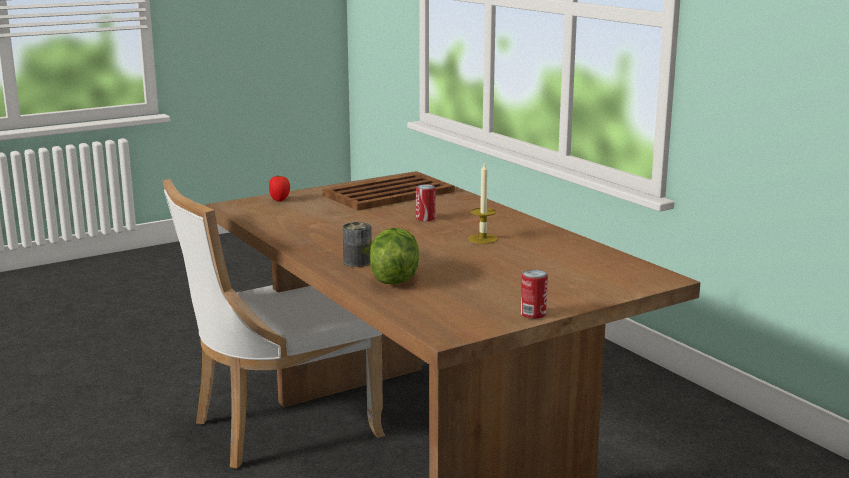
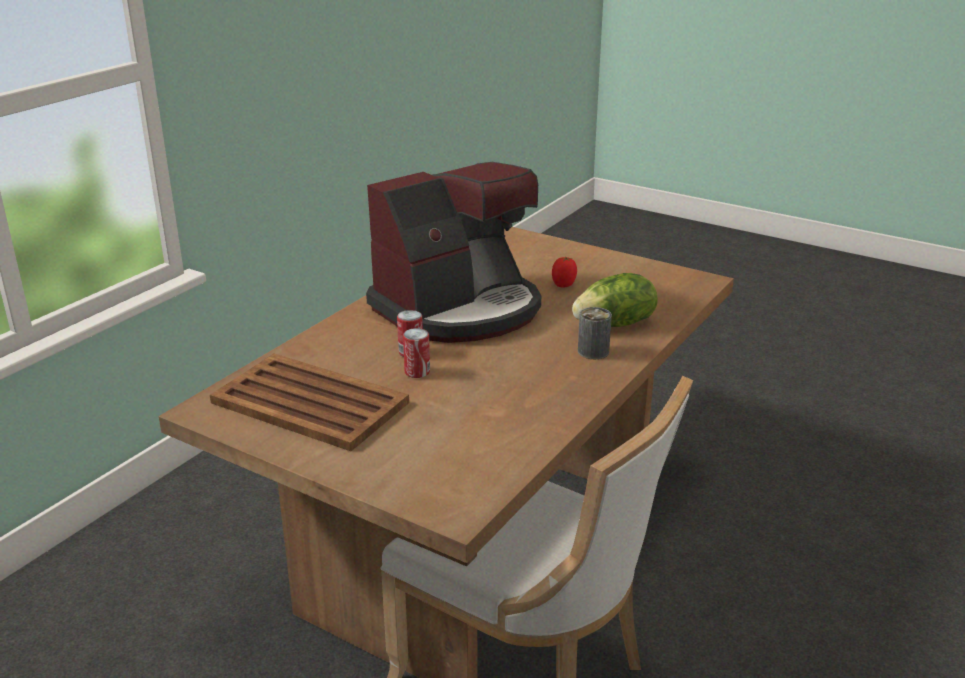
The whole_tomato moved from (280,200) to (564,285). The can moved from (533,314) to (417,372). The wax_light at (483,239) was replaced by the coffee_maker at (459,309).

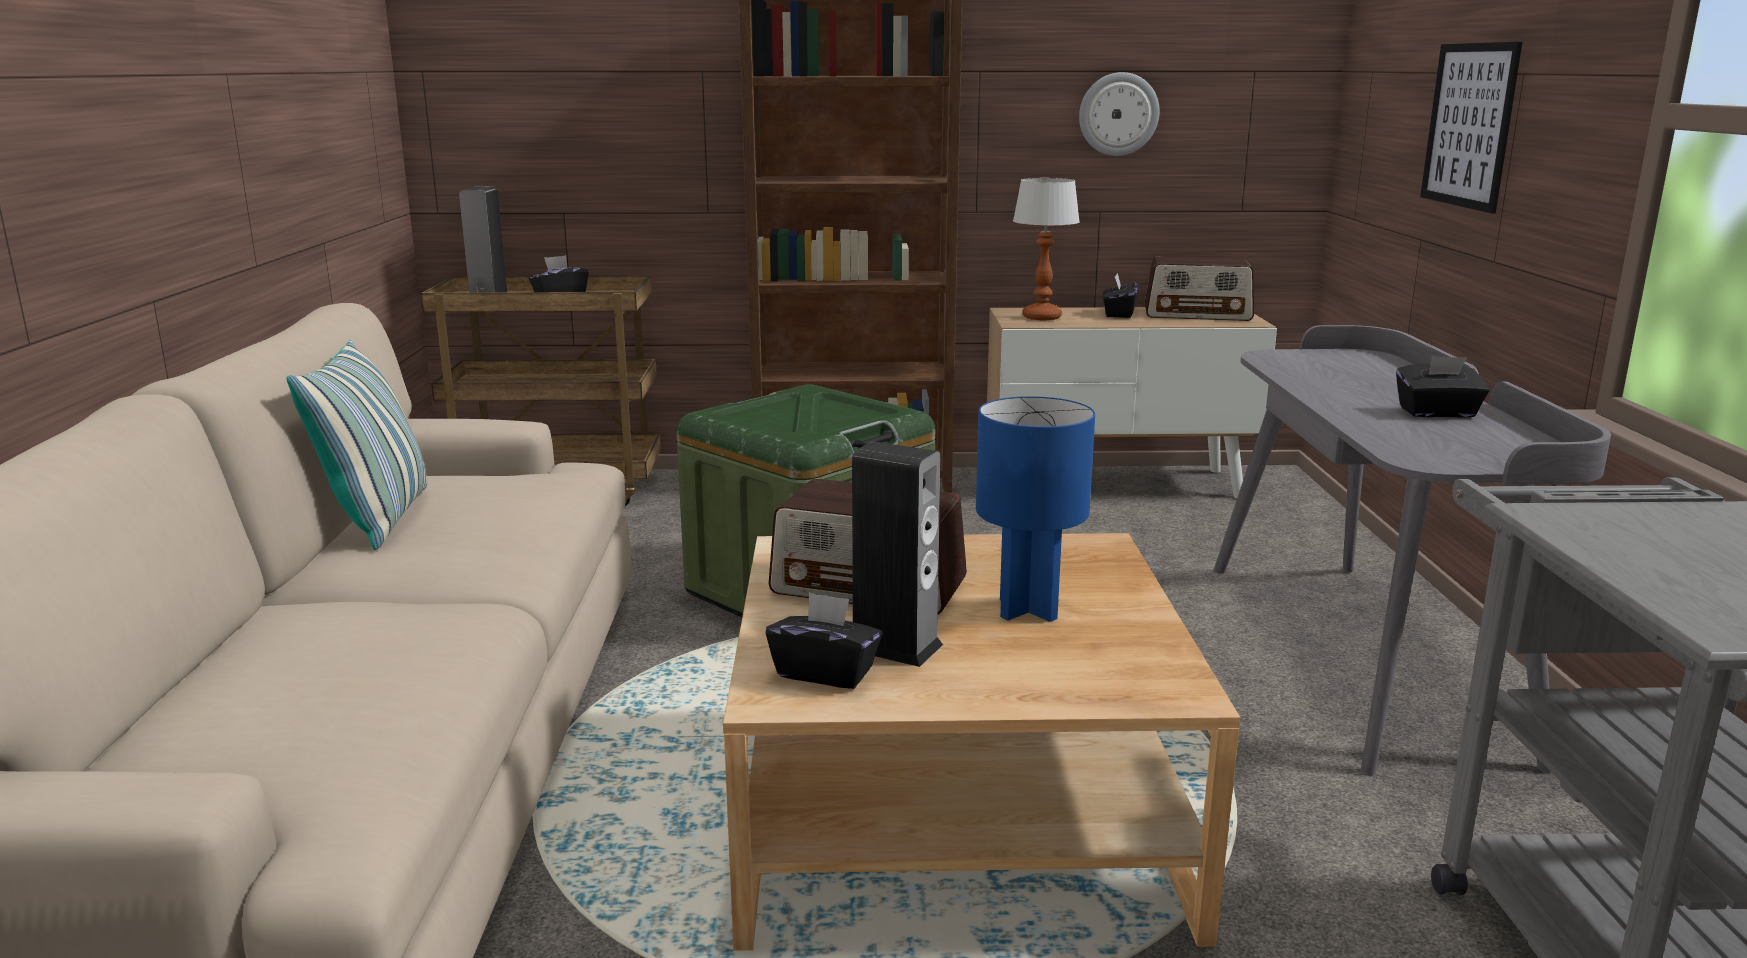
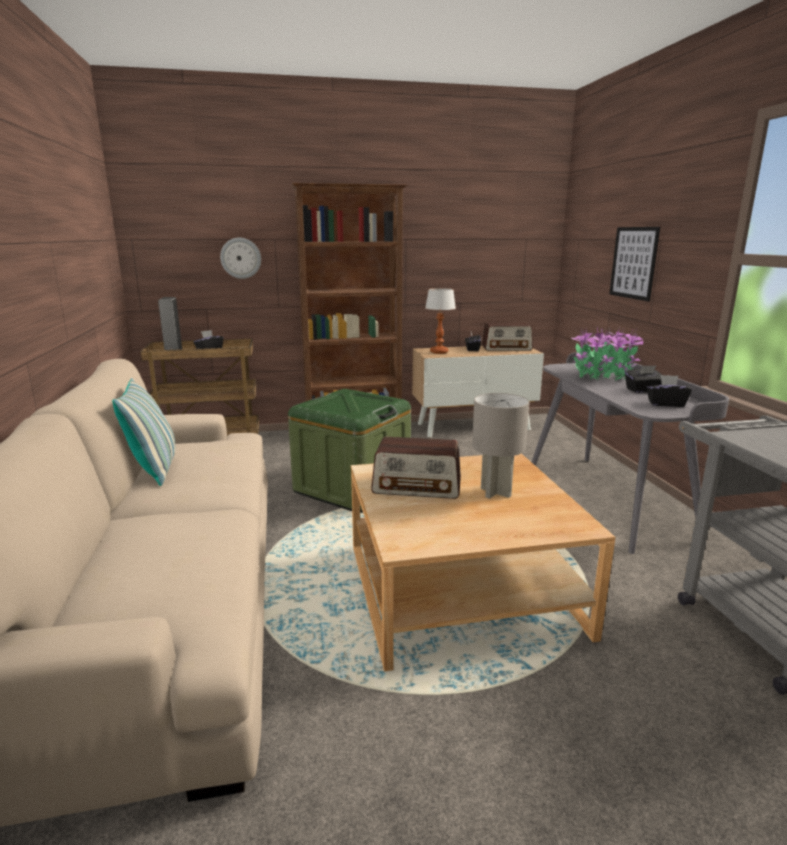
The speaker at (895,647) disappeared. The houseplant at (602,376) appeared. The black-coloured_tissue_box moved from (825,673) to (666,404). The wall_clock moved from (1118,114) to (241,258). The bluish_lamp_for_a_table at (1028,610) became the gray_lamp_for_a_table at (495,492).

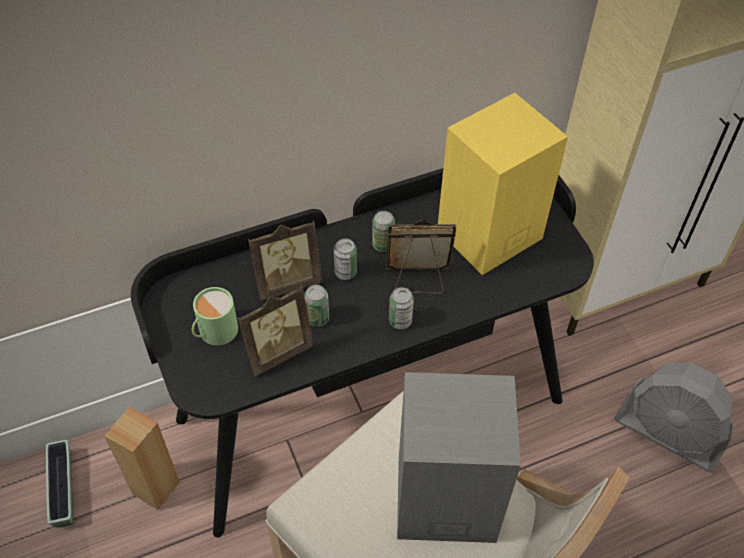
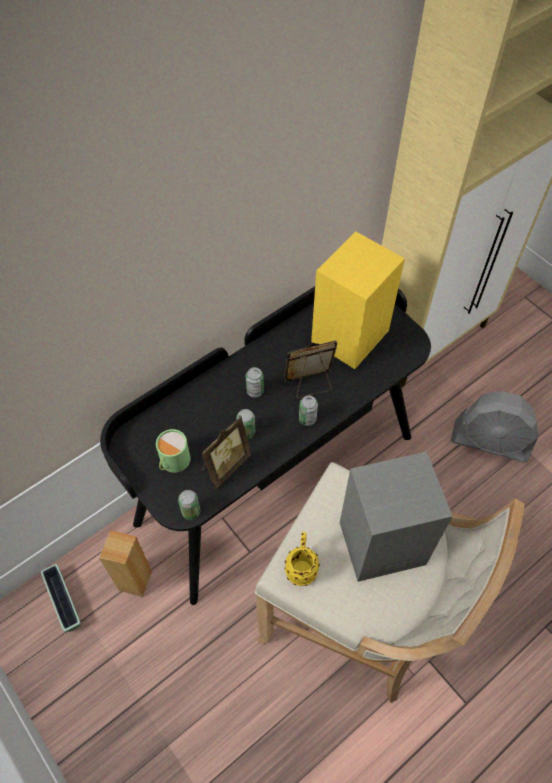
The standing_frame at (287,282) disappeared. The yellow_mug at (301,566) appeared. The can moved from (383,244) to (191,511).

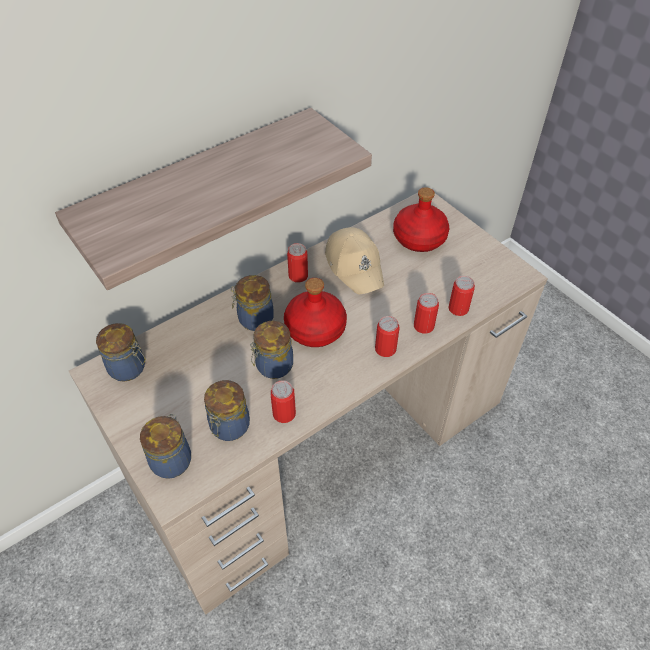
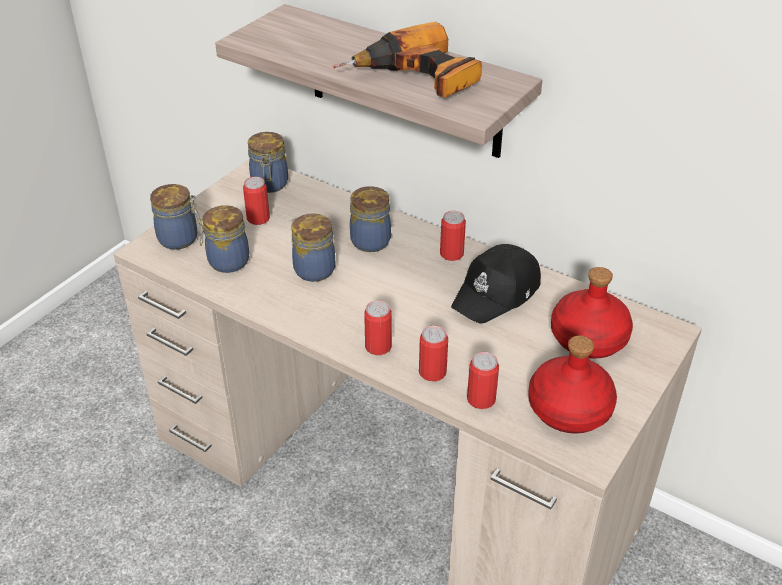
The electric_drill at (416,80) appeared. The can moved from (284,413) to (258,218). The red_drink_bottle moved from (314,329) to (568,409). The beige_cap at (355,266) became the black-coloured_cap at (497,293).

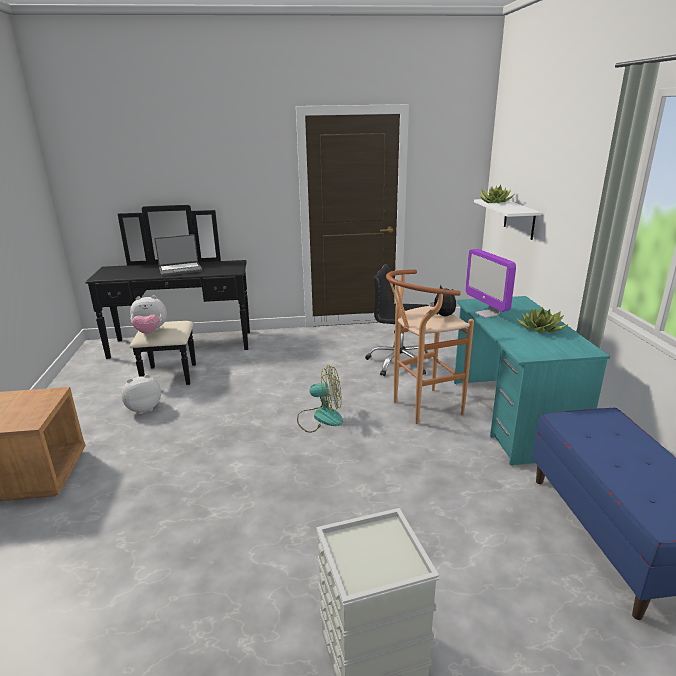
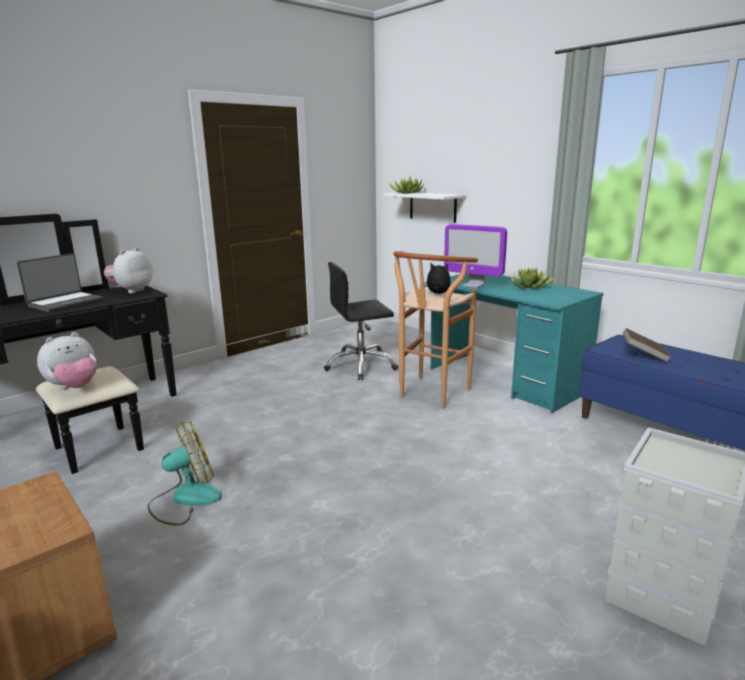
The brown-coloured_book at (644,355) appeared. The cuddly_toy moved from (143,408) to (131,291). The electric_fan moved from (320,417) to (185,499).

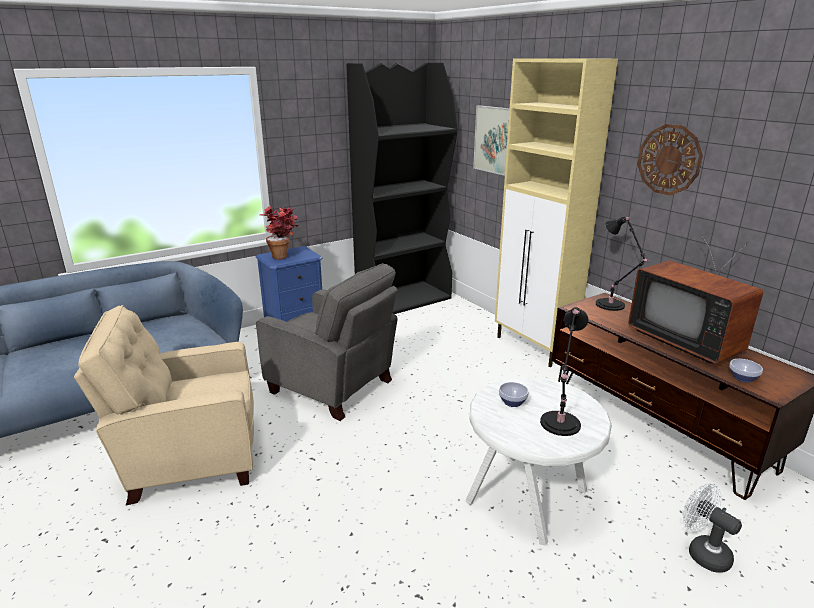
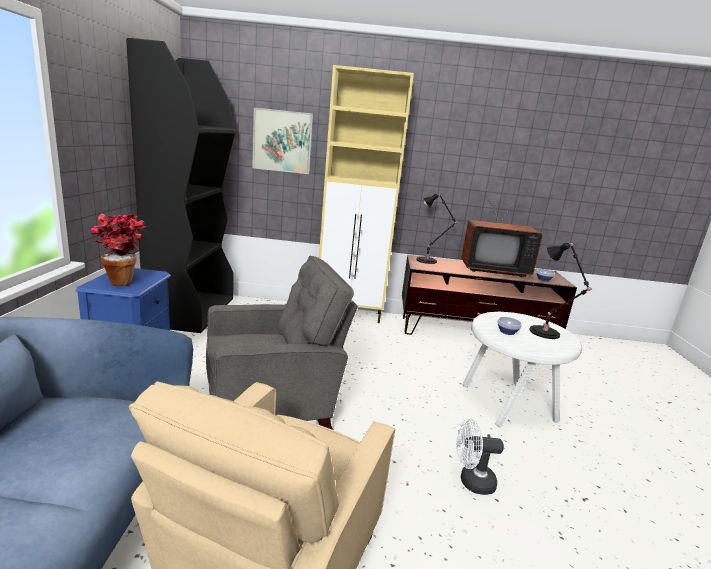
The wall_clock at (669,159) disappeared. The whitish_electric_fan moved from (702,552) to (471,481).

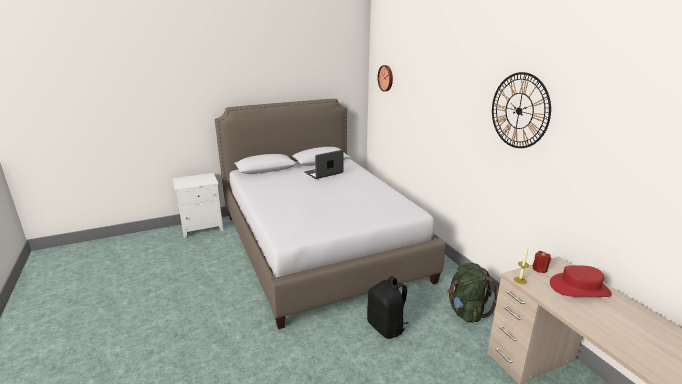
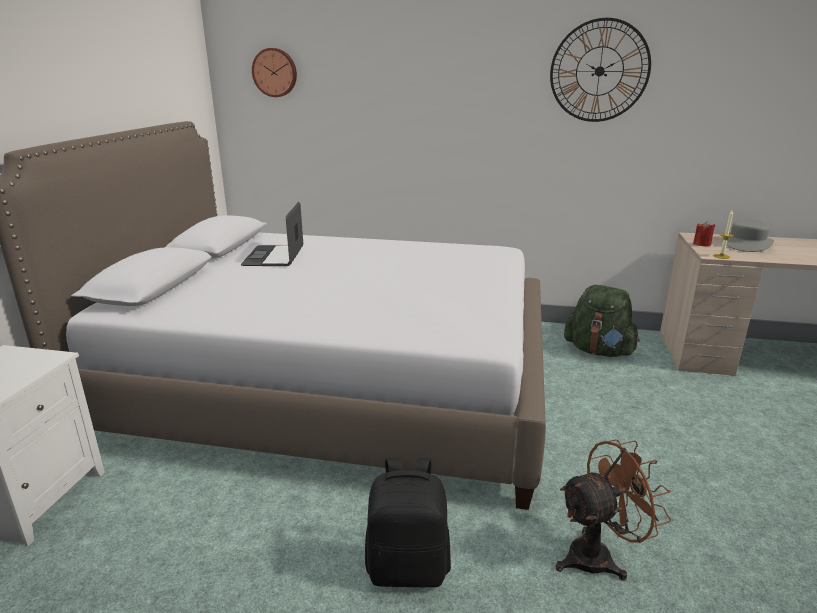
The brown-coloured_electric_fan at (599,556) appeared. The black-coloured_backpack moved from (386,327) to (408,567). The red_hat at (579,288) became the gray_hat at (746,244).

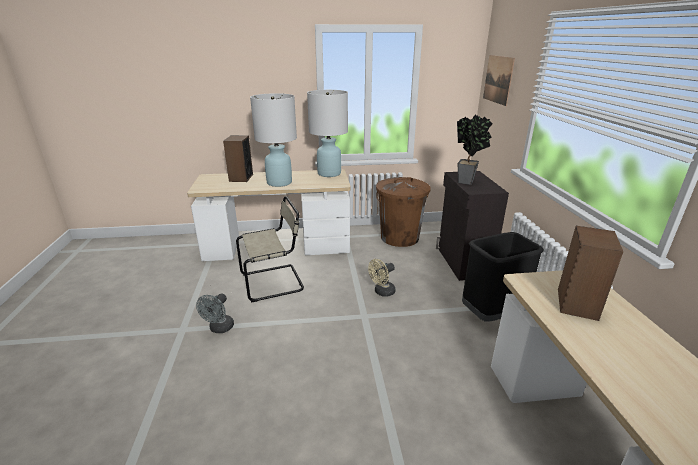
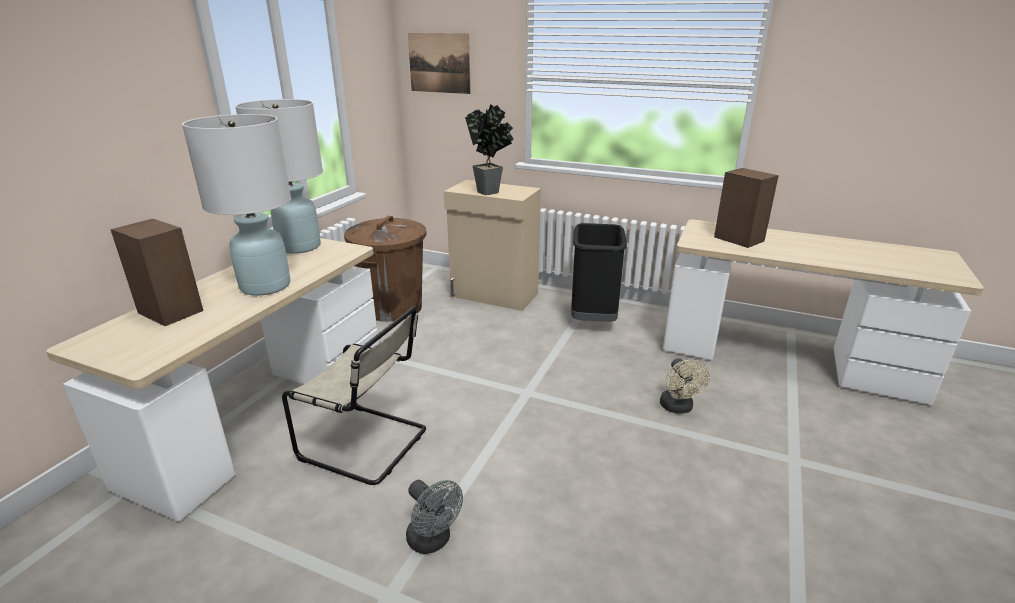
The beige_electric_fan moved from (382,292) to (678,408). The black-coloured_cabinet at (462,263) became the beige_cabinet at (494,295). The beige_chair at (274,282) turned 105 degrees clockwise.

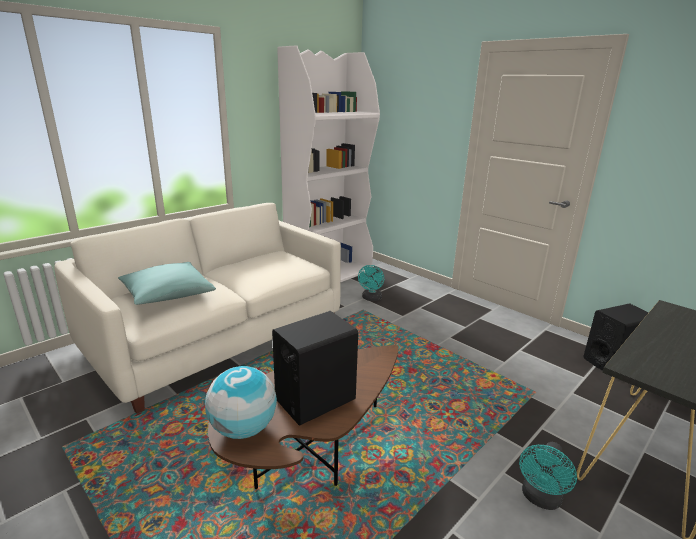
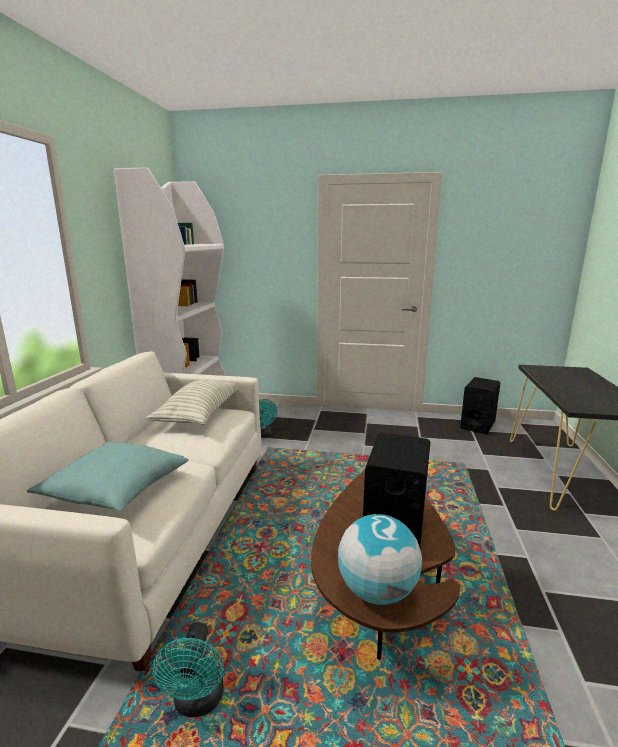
The cushion at (199,415) appeared. The turquoise-coloured_electric_fan moved from (540,499) to (197,702).

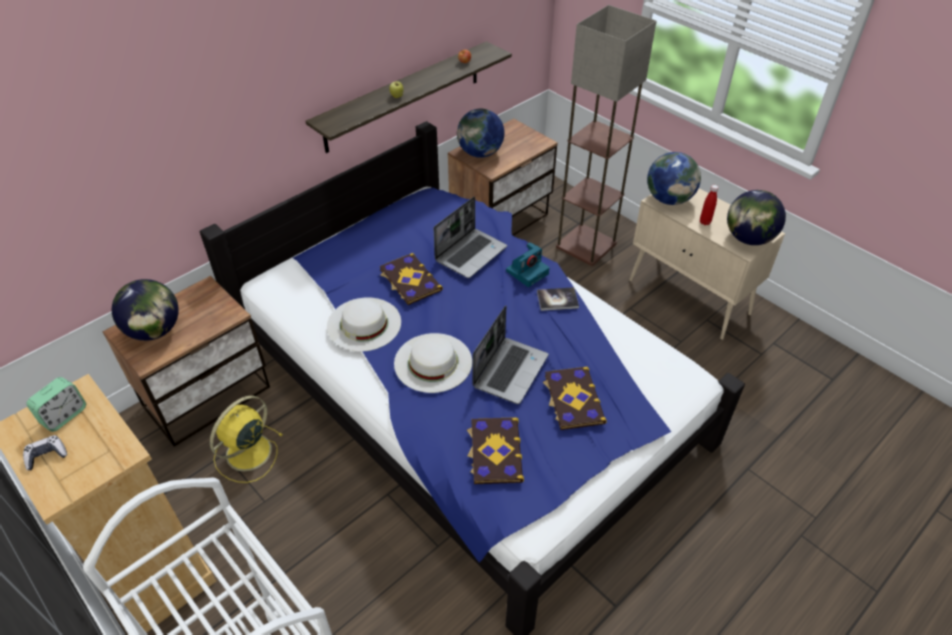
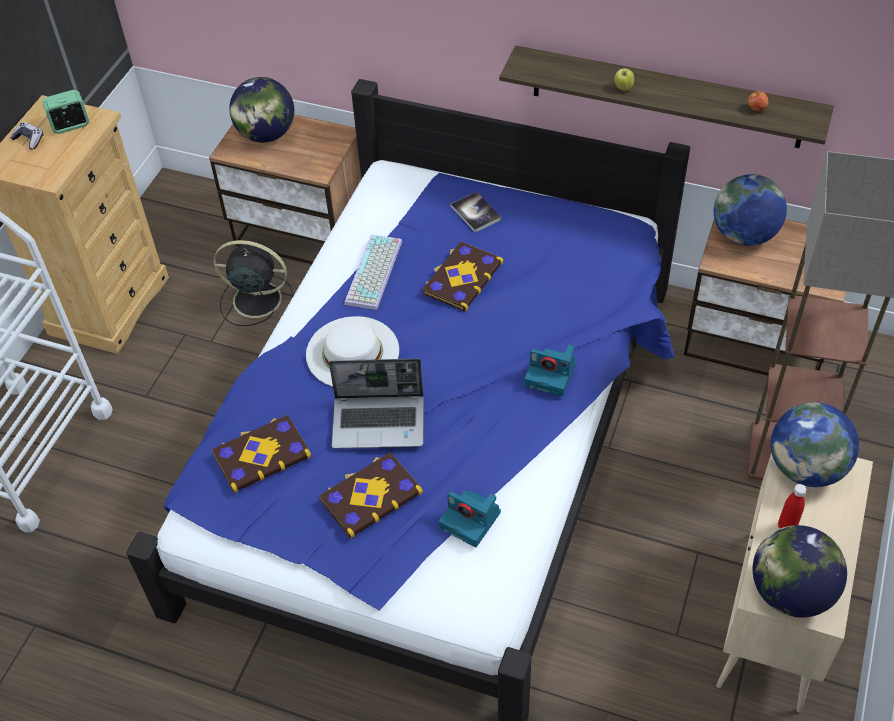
The portable_computer at (471,253) disappeared. The still_camera at (471,520) appeared. The book moved from (557,300) to (475,213). The whitish_hat at (364,324) was replaced by the keyboard at (375,273). The yellow_electric_fan at (247,453) became the black-coloured_electric_fan at (255,299). The bedside_clock at (64,416) turned 150 degrees clockwise.

